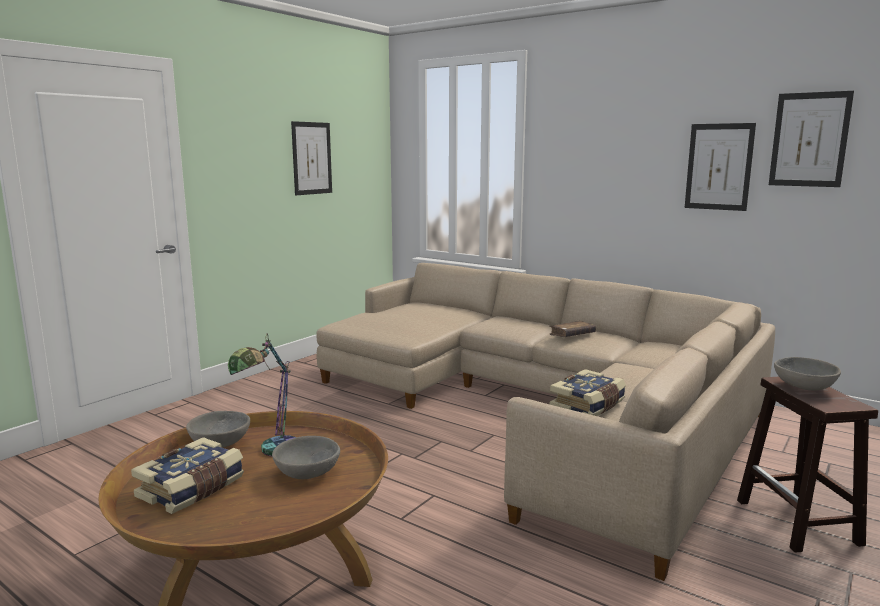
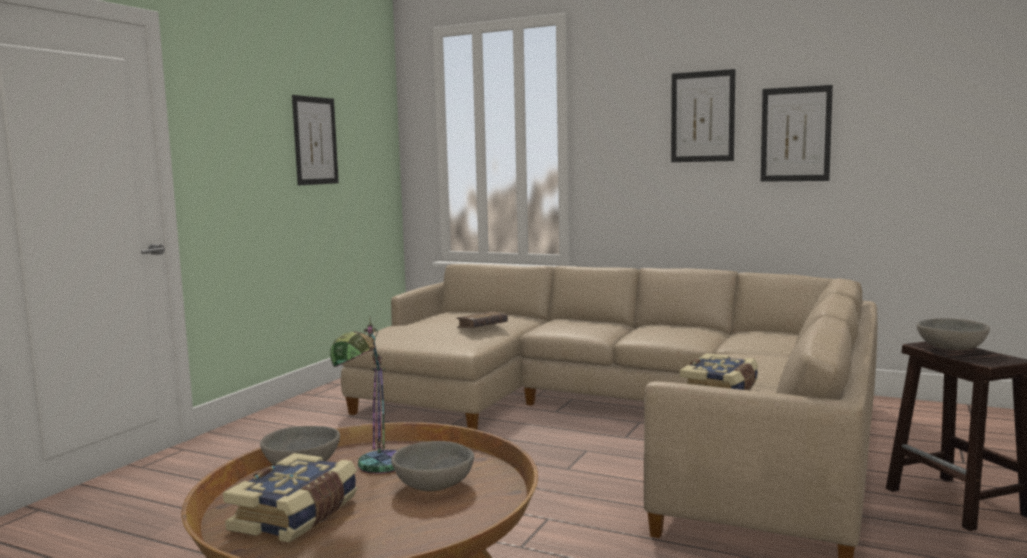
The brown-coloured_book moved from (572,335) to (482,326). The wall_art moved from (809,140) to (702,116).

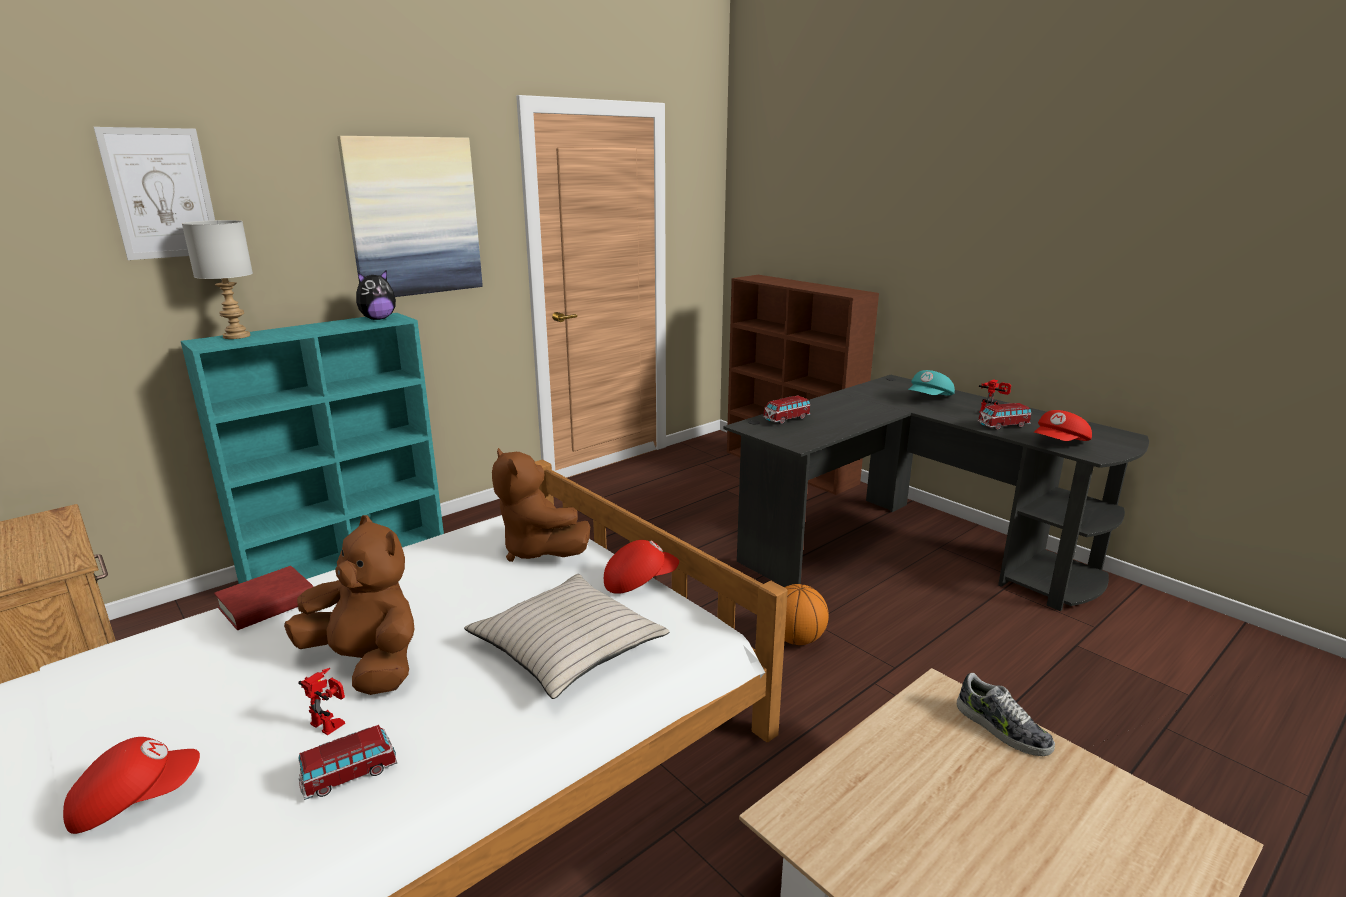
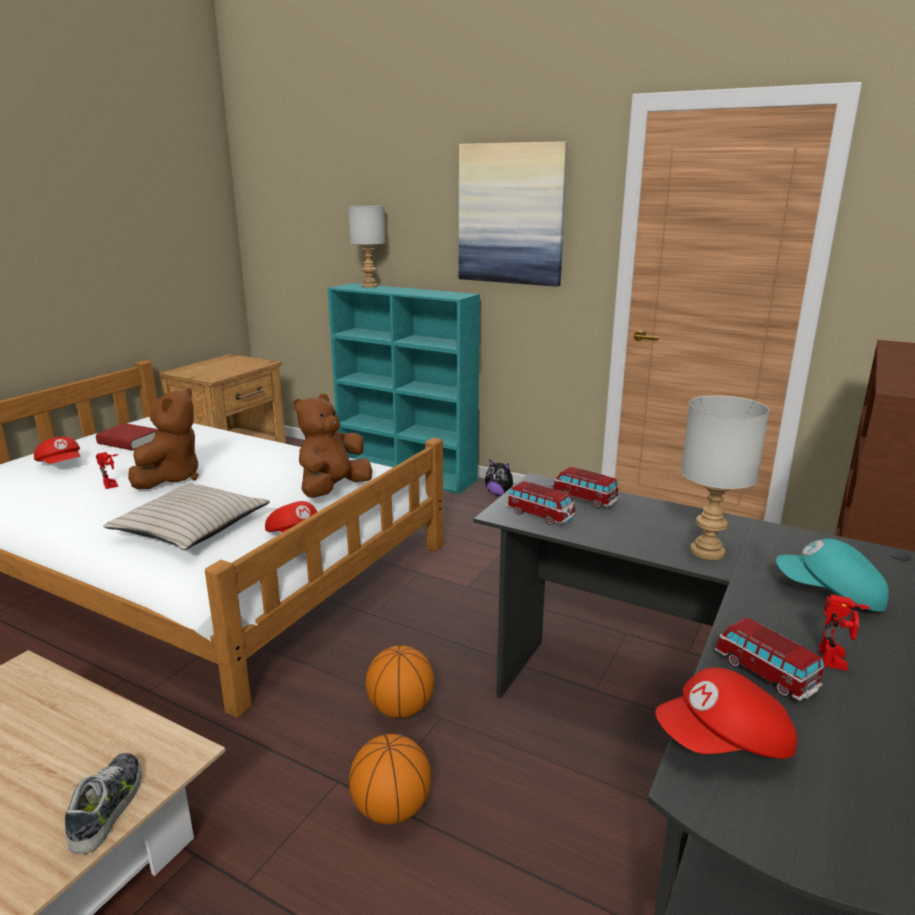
The wall_art at (161,194) disappeared. The ball_for_basketball at (391,808) appeared. The gray_lamp_for_a_table at (708,551) appeared. The red_book moved from (267,604) to (129,442). The miniature_car moved from (349,775) to (540,516). The cuddly_toy moved from (377,319) to (499,494). The robot_figure at (333,722) turned 45 degrees counterclockwise. The item_of_footwear at (1002,728) turned 150 degrees clockwise. The red_cap at (1060,444) turned 45 degrees counterclockwise.

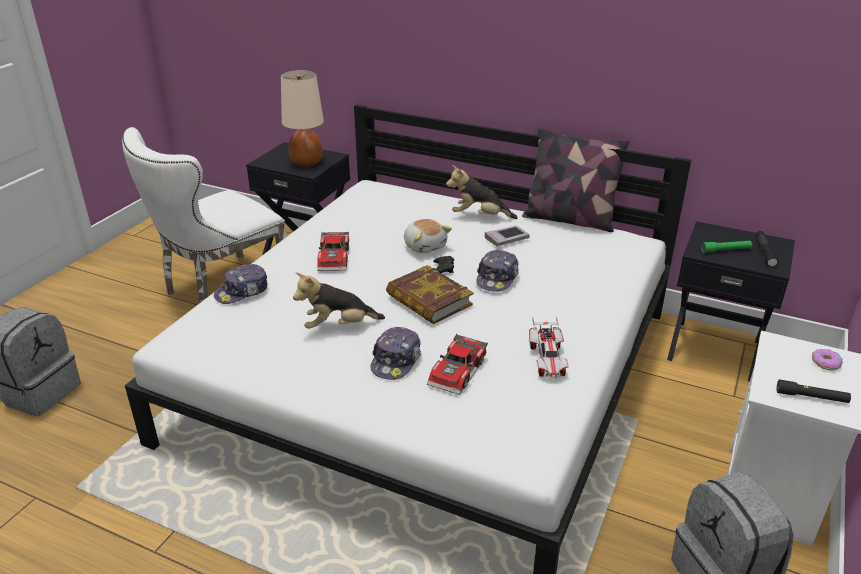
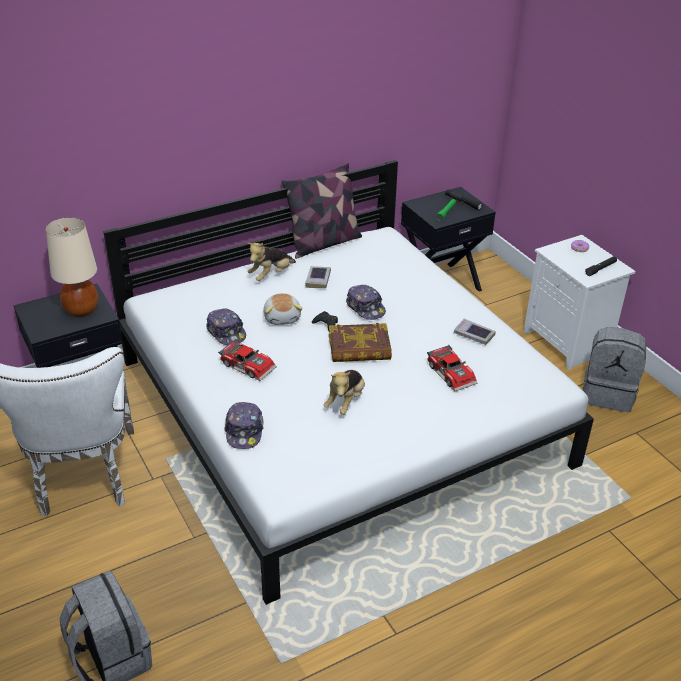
The cap moved from (396,361) to (226,332). The miniature_car at (547,360) was replaced by the book at (474,335). The cuddly_toy at (425,246) turned 75 degrees clockwise.

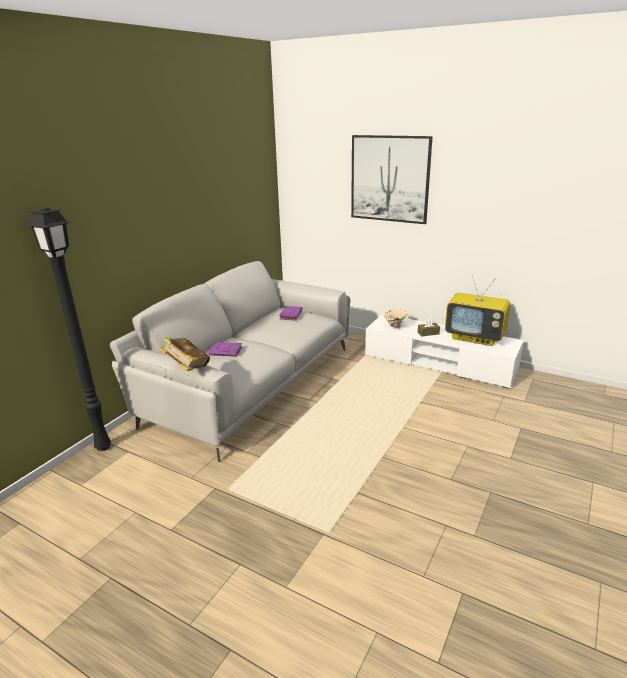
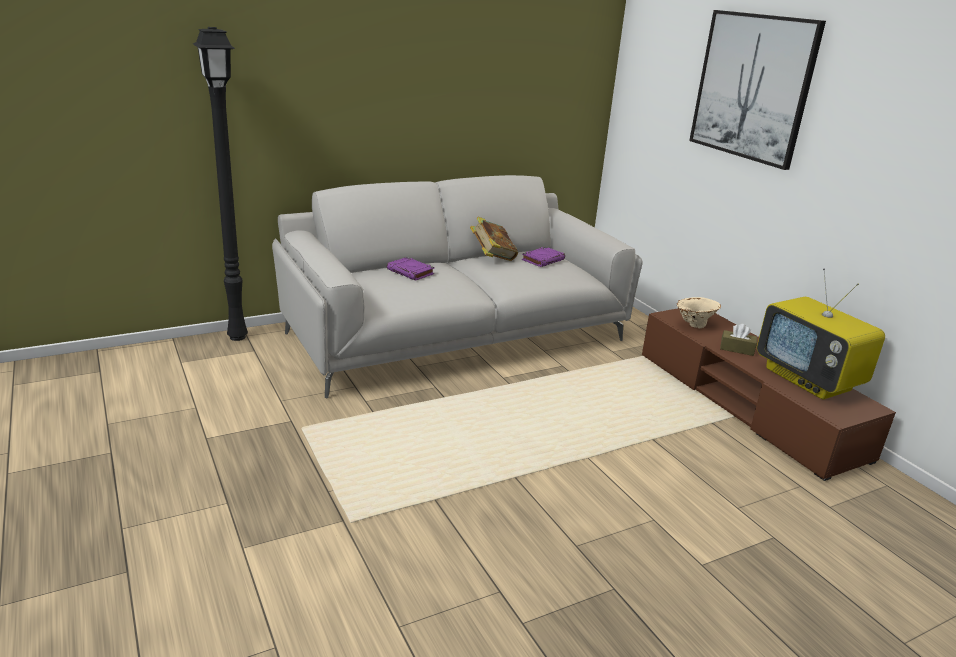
The book moved from (187,368) to (492,257). The whitish_media_console at (439,362) became the brown-coloured_media_console at (746,404).

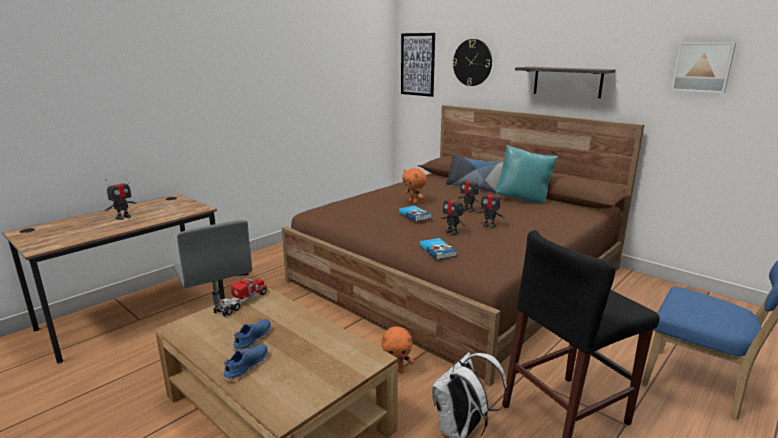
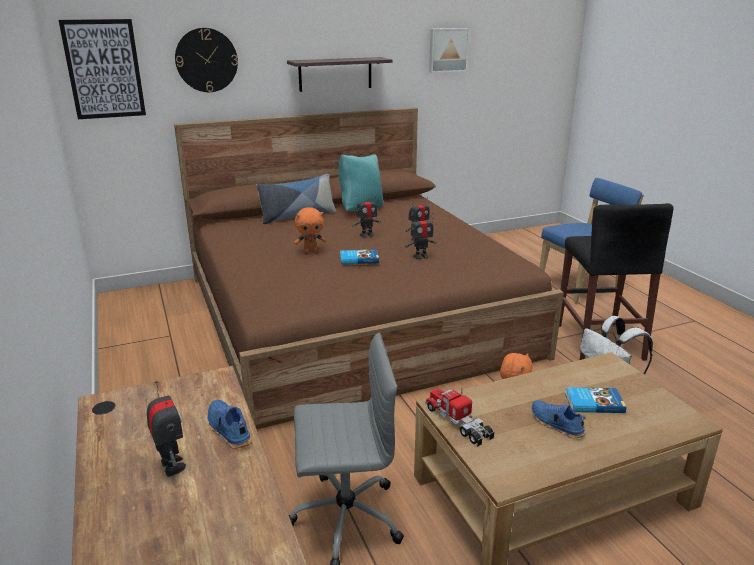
The bluish_item_of_footwear moved from (245,367) to (228,431). The book moved from (438,250) to (593,402).

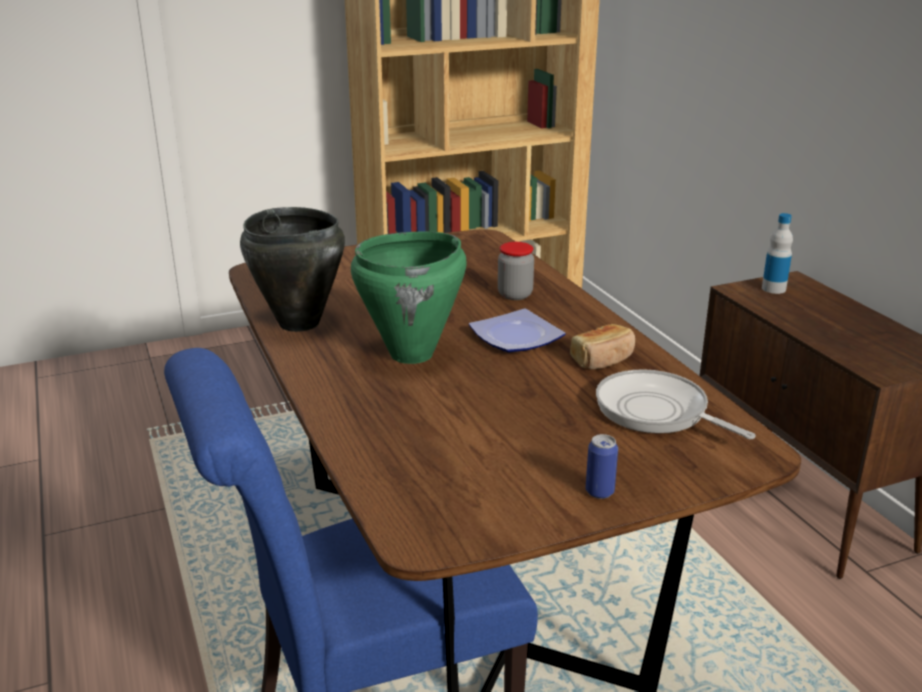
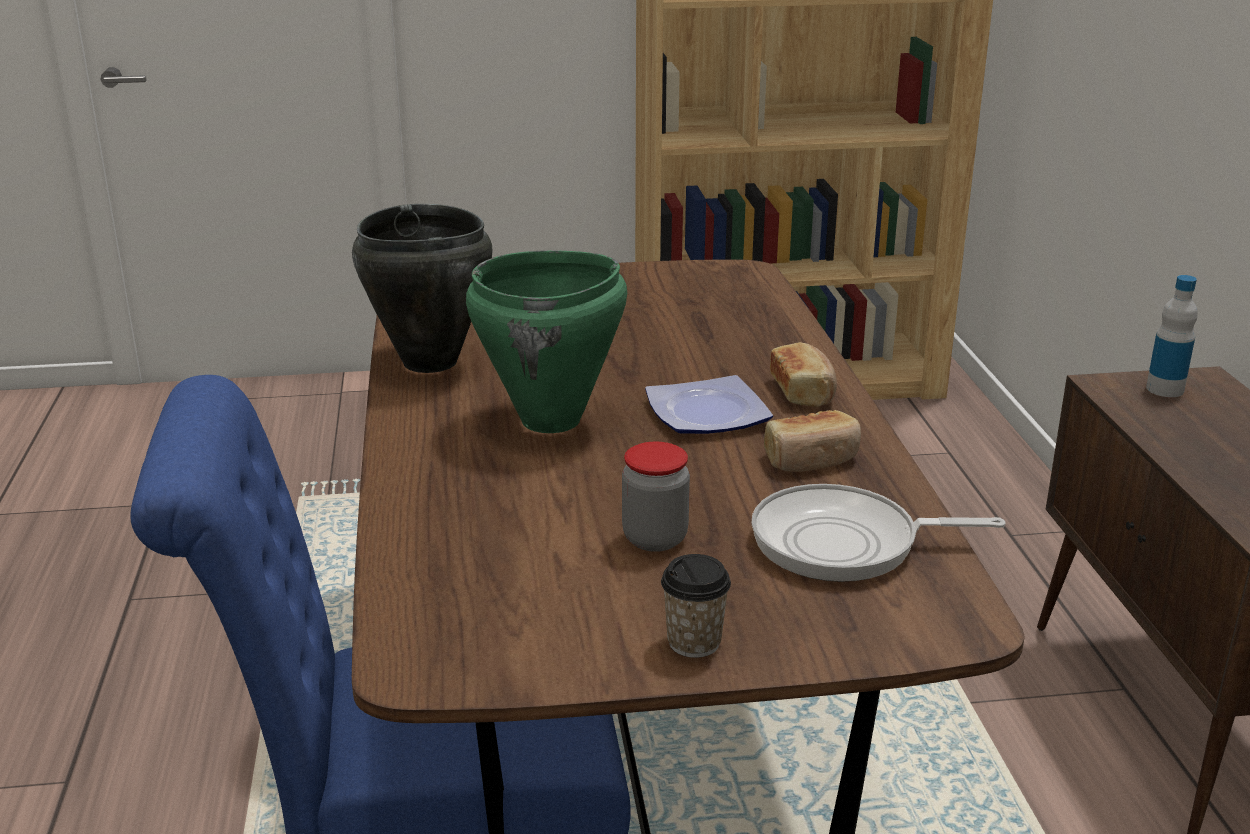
The bread at (803,391) appeared. The storage_jar moved from (515,295) to (655,538). The can at (599,491) was replaced by the small_cup at (694,642). The pan at (656,412) turned 60 degrees counterclockwise.

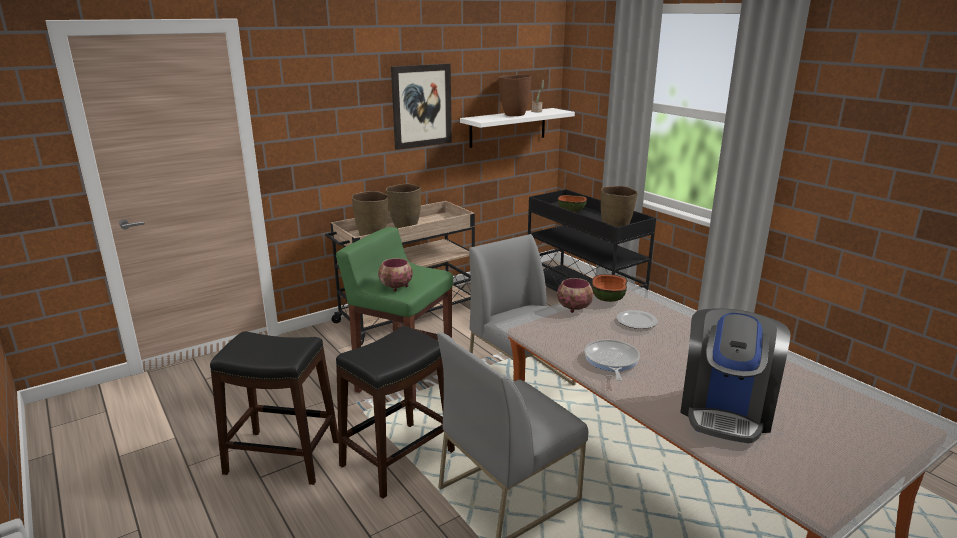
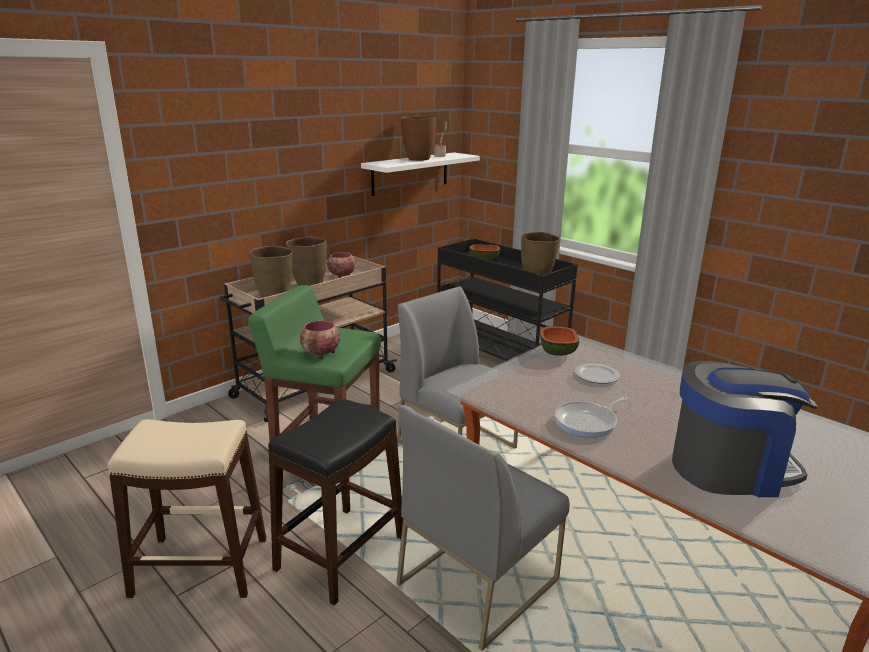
The wall_art at (421,106) disappeared. The deep_dish moved from (574,308) to (342,275). The black-coloured_stool at (283,457) became the beige_stool at (200,567). The pan at (611,361) turned 120 degrees counterclockwise. The coffee_maker at (726,410) turned 105 degrees counterclockwise.

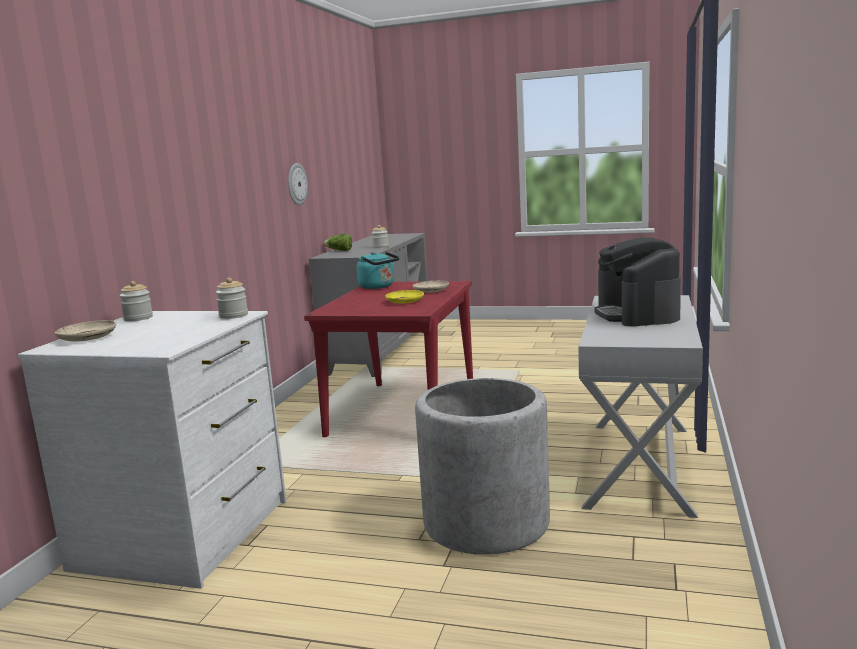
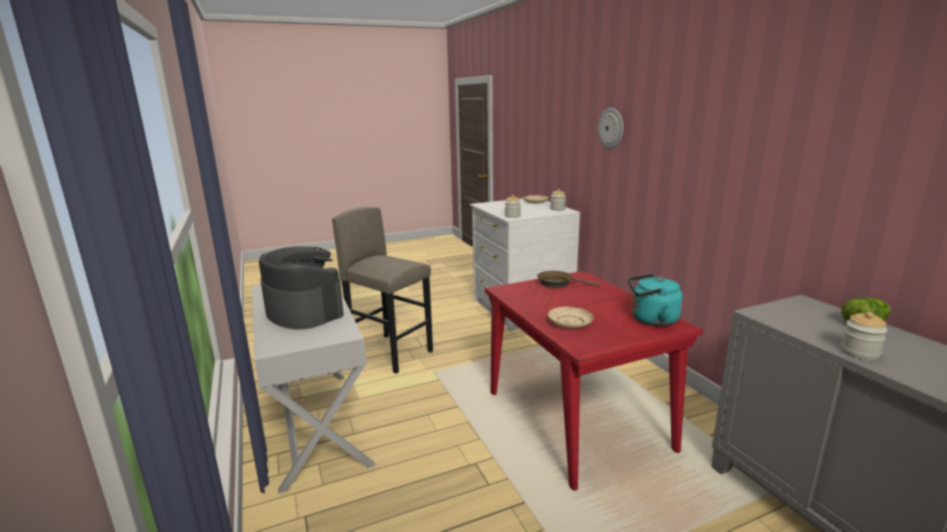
The yellow_plate at (405,301) disappeared. The brown-coloured_pan at (558,283) appeared. The wall_clock moved from (296,184) to (611,128). The gray_flower_pot at (486,523) was replaced by the gray_stool at (391,353).

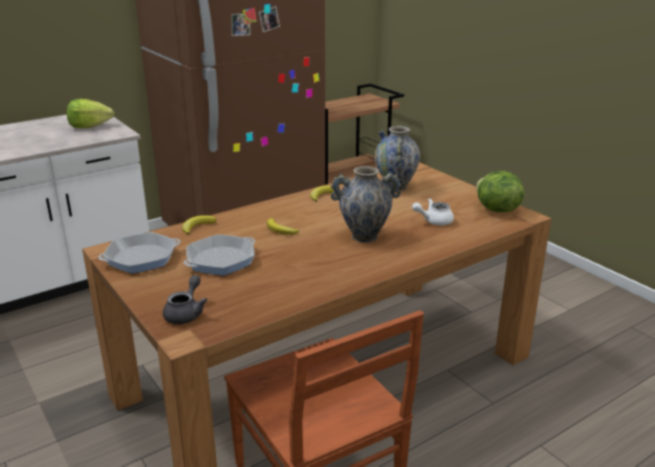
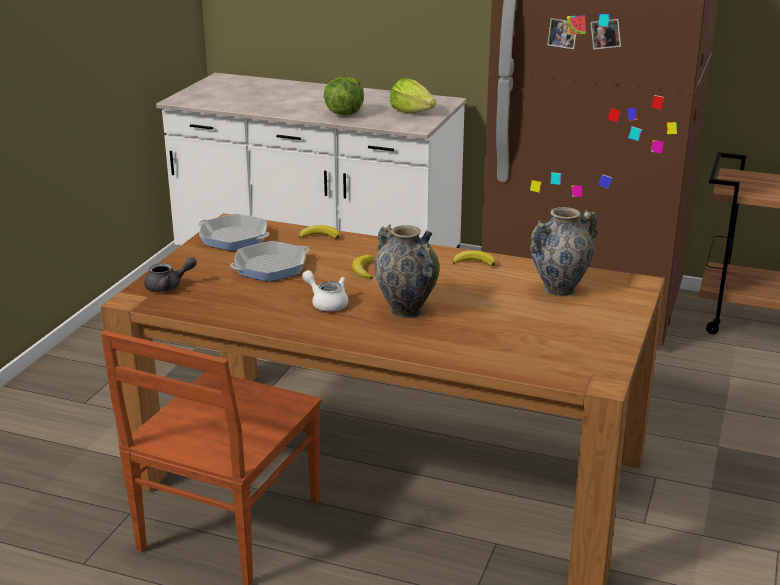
The whitish_tea_pot moved from (433,221) to (326,303). The lettuce moved from (496,210) to (344,113). The pan at (221,260) turned 45 degrees counterclockwise.

